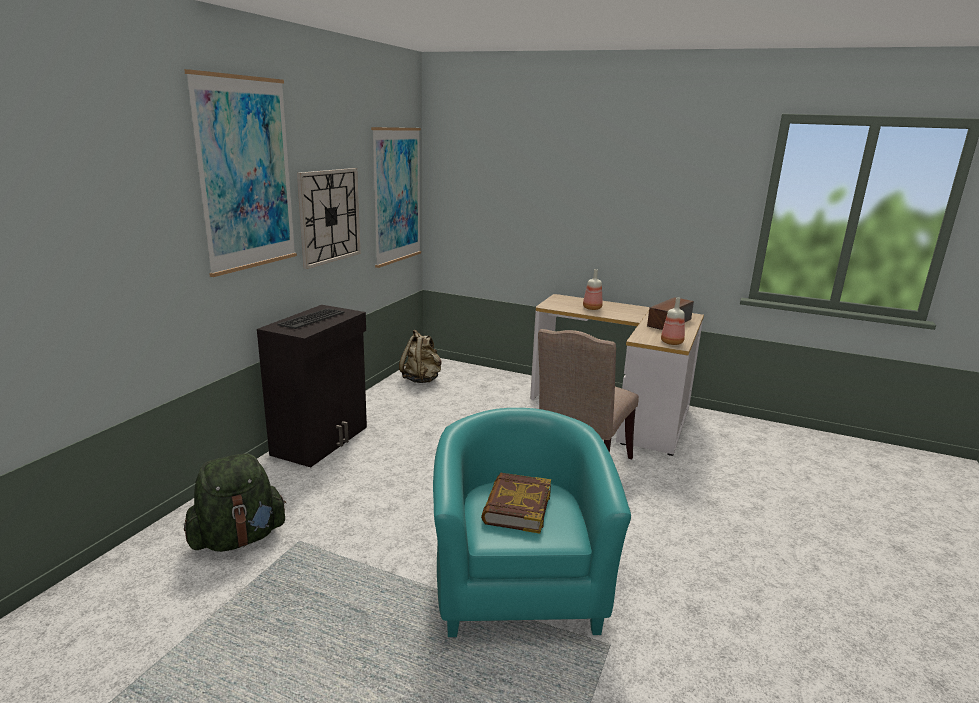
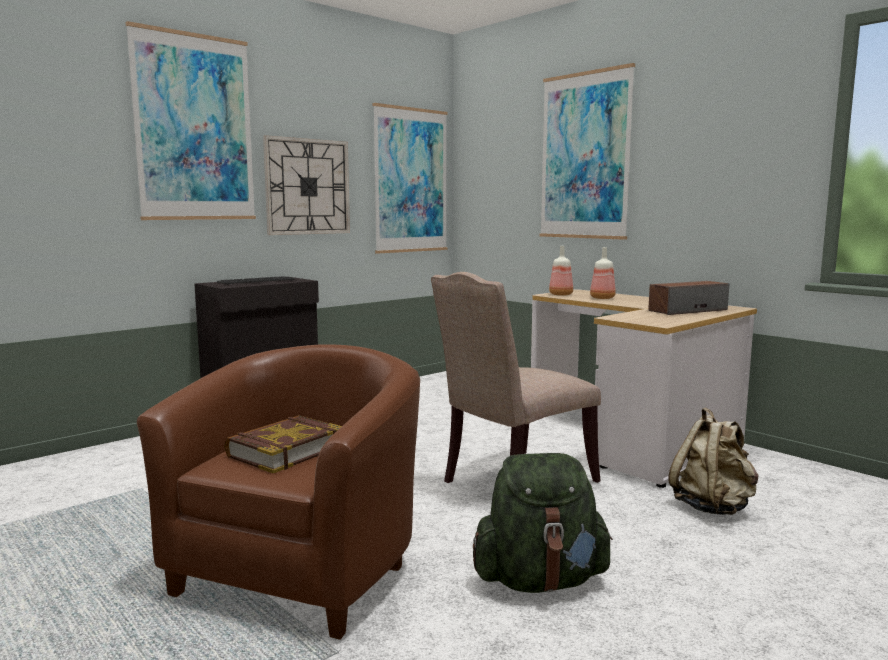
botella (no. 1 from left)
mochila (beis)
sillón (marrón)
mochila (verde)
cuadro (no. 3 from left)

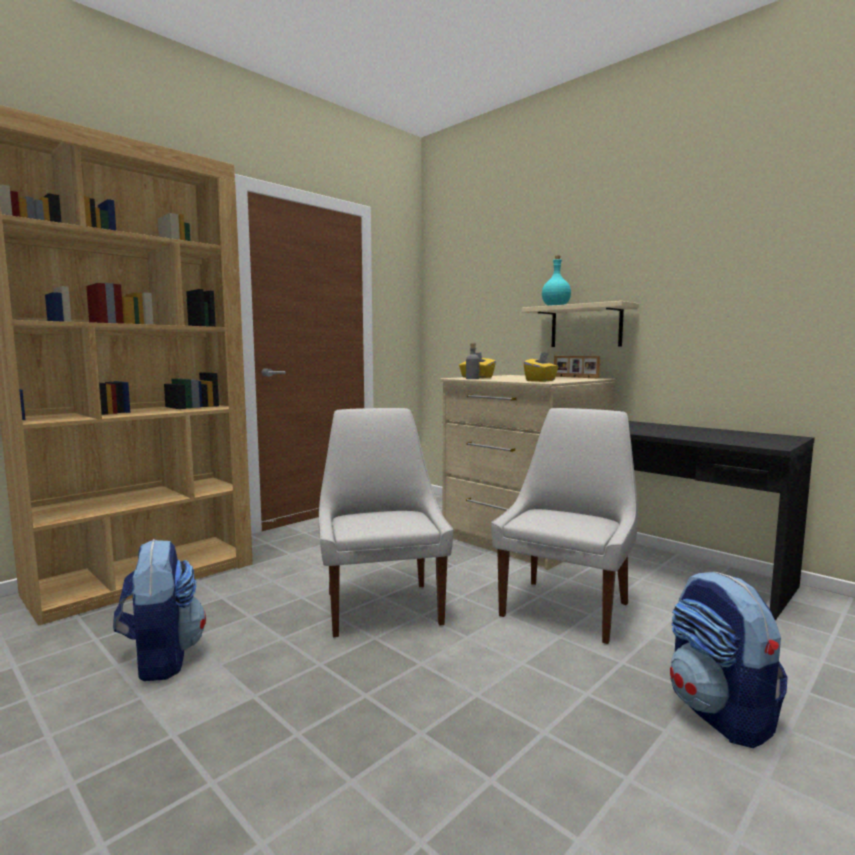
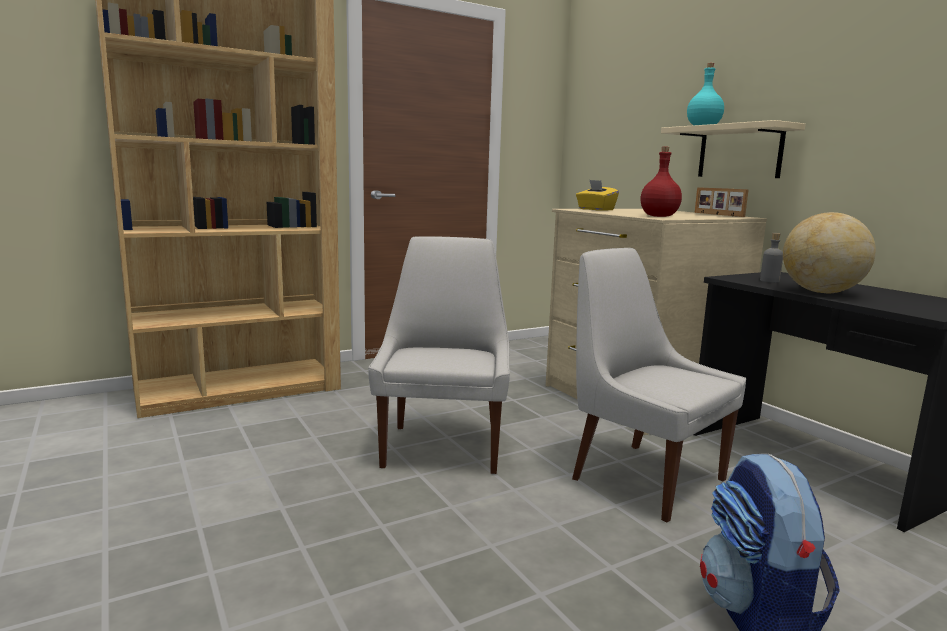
botella (gris)
botella (rojo)
silla (blanco) (no. 2 from left)
mochila (no. 1 from left in the first image)
globo terráqueo

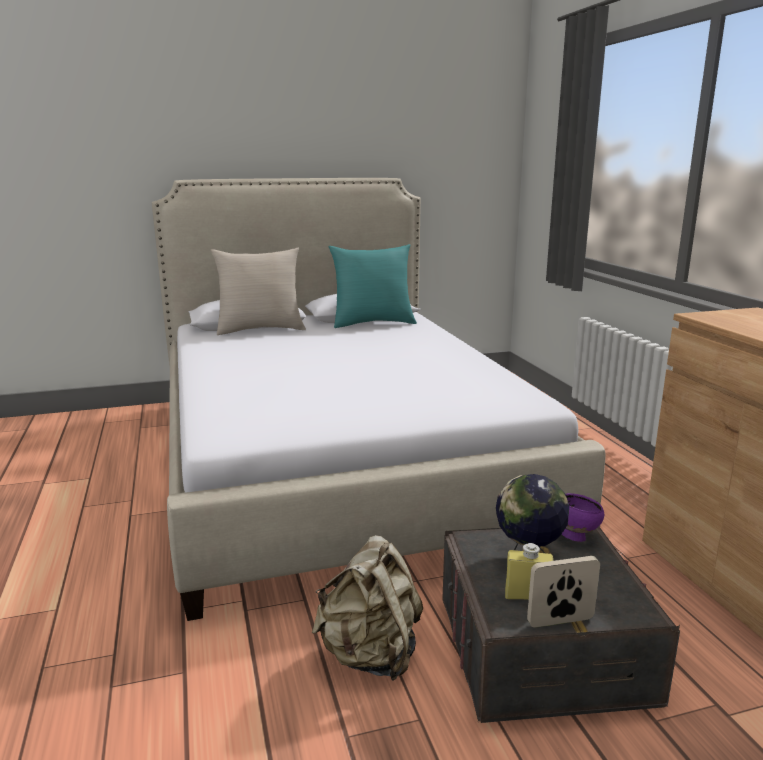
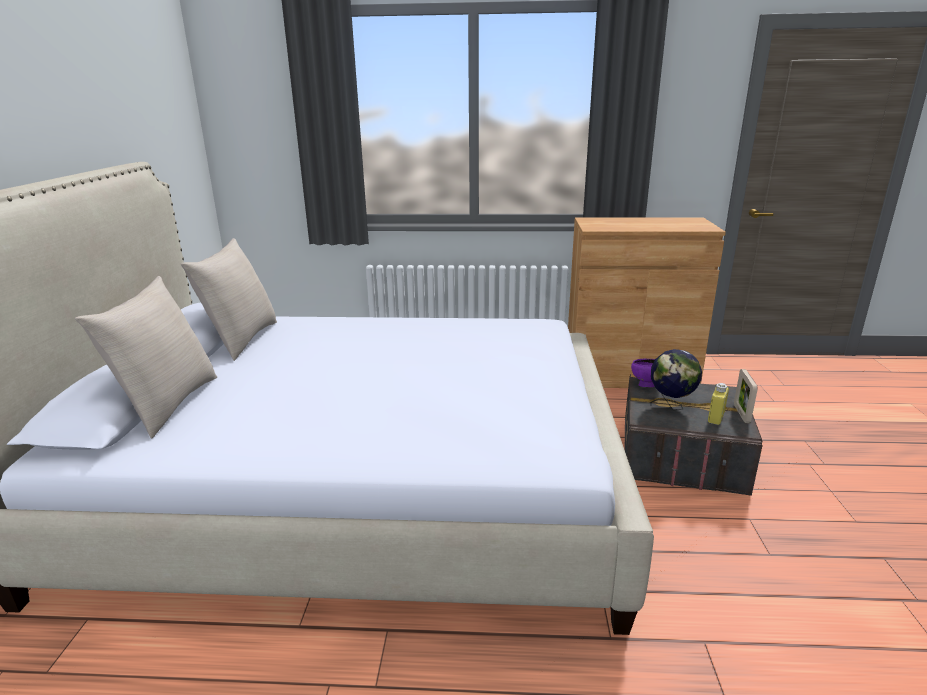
cojín (beis) (no. 2 from left)
mochila (beis)

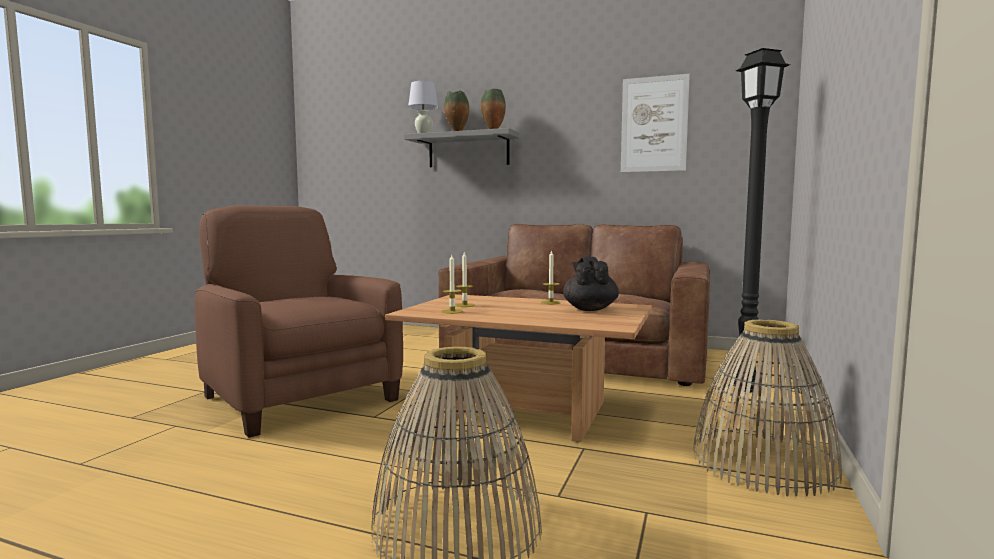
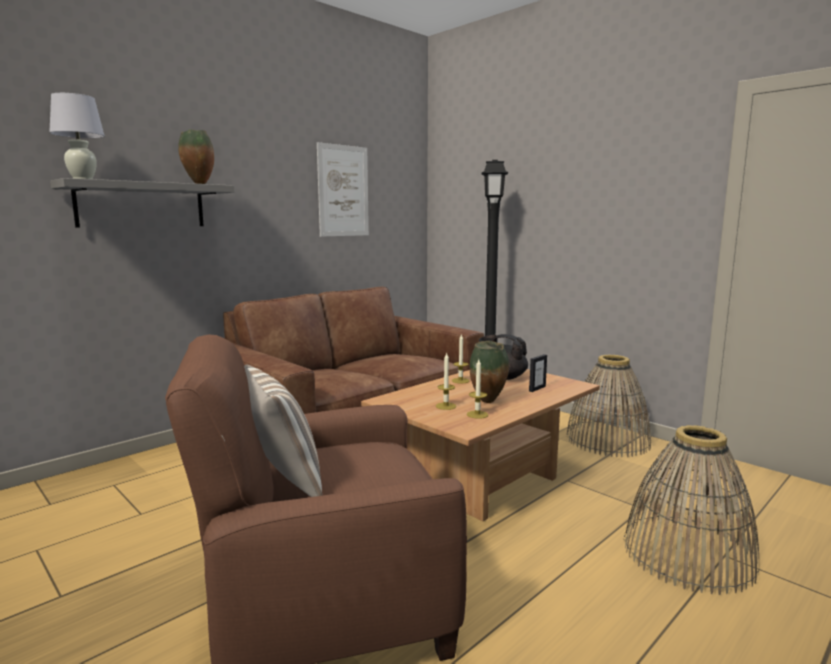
florero (no. 2 from left)
portarretratos
cojín

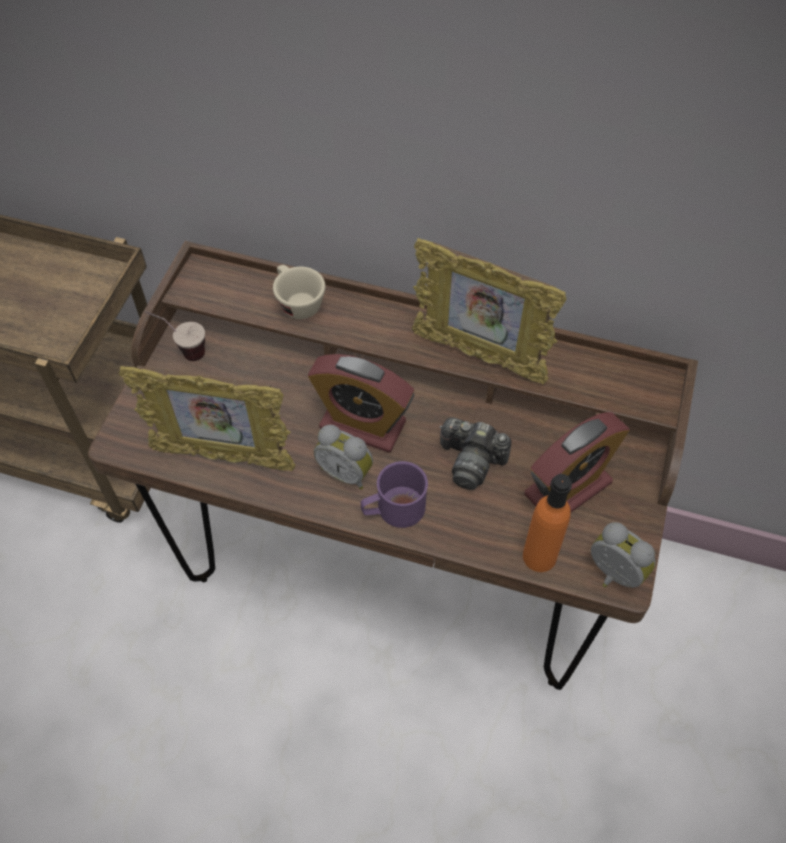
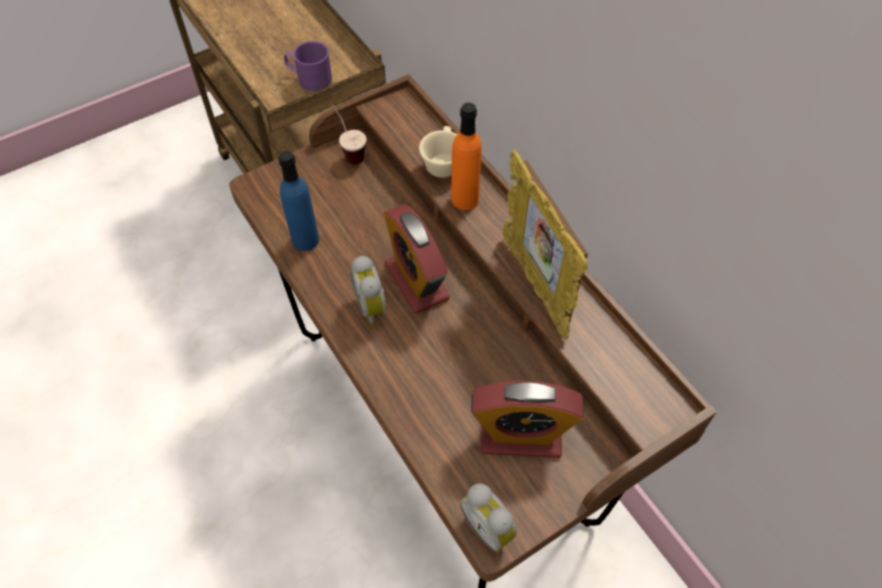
botella (azul)
cámara
taza grande (morado)
botella (naranja)
despertador (no. 3 from left)

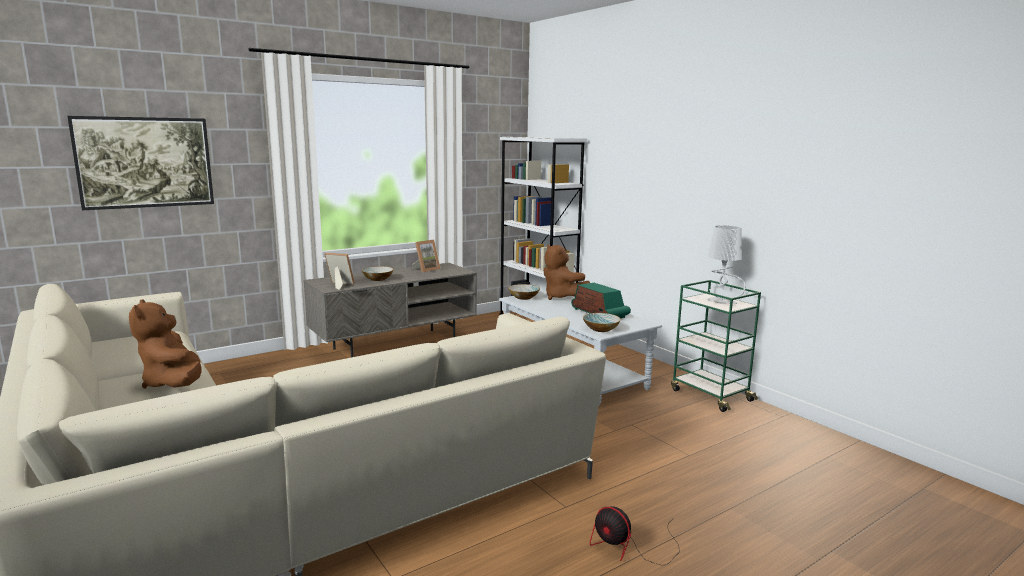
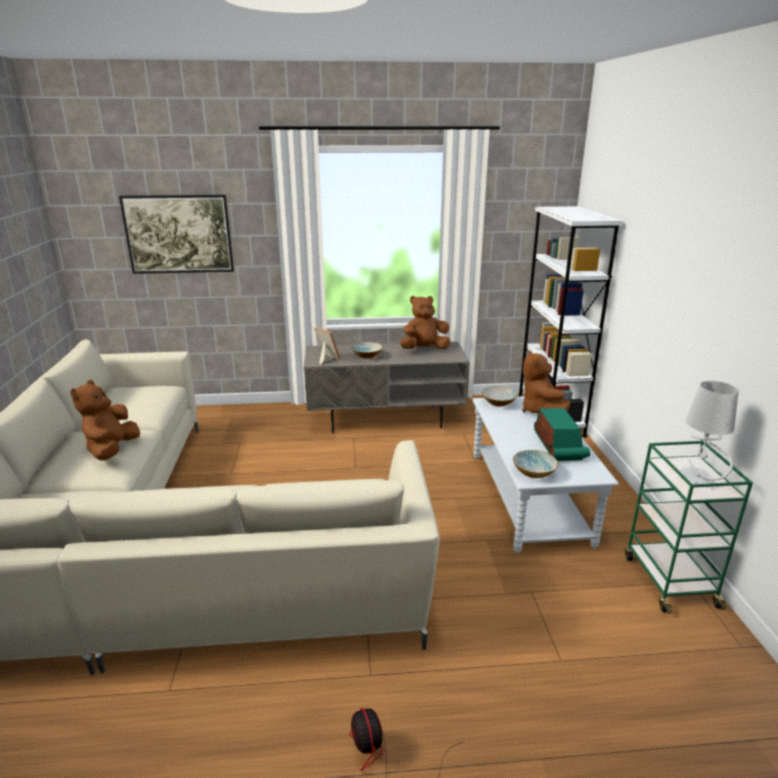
peluche (marrón) (no. 2 from left)

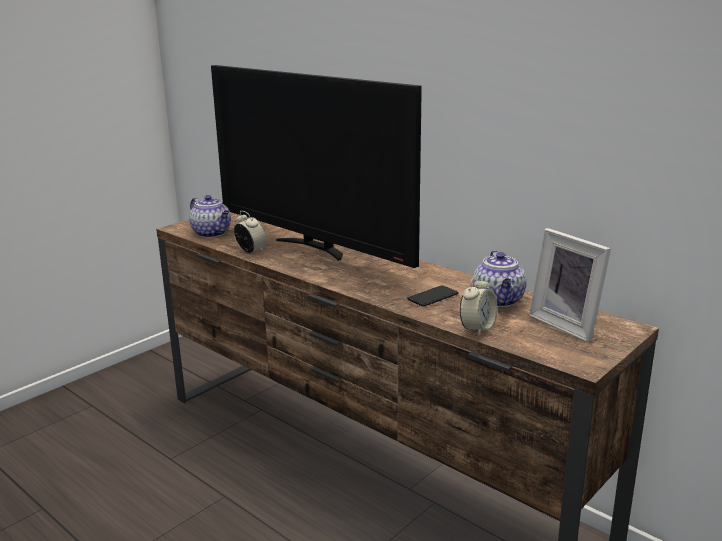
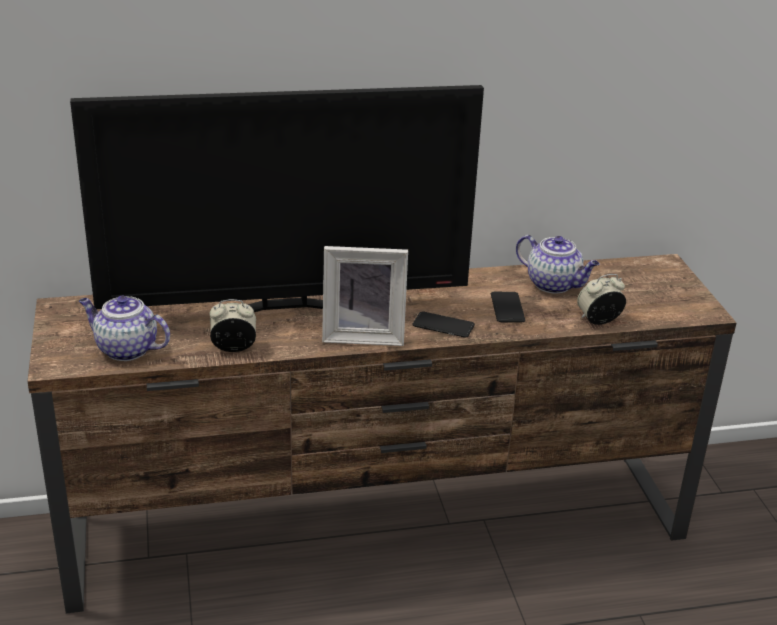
tetera (no. 1 from left)
portarretratos
despertador (no. 2 from left)
móvil (no. 1 from left)

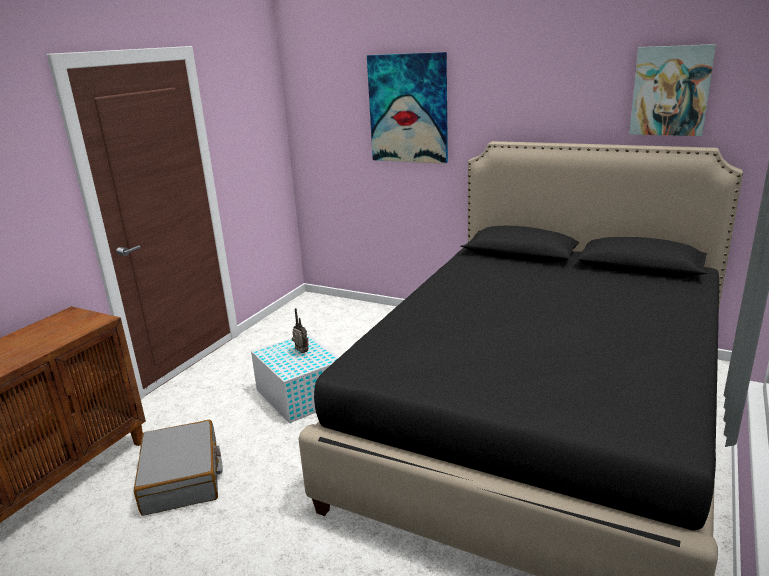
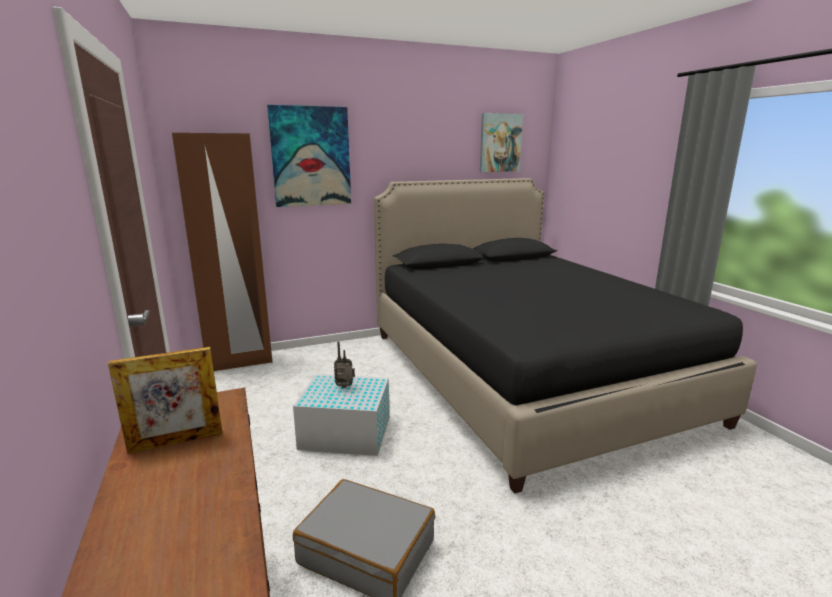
armario ropero (marrón)
portarretratos

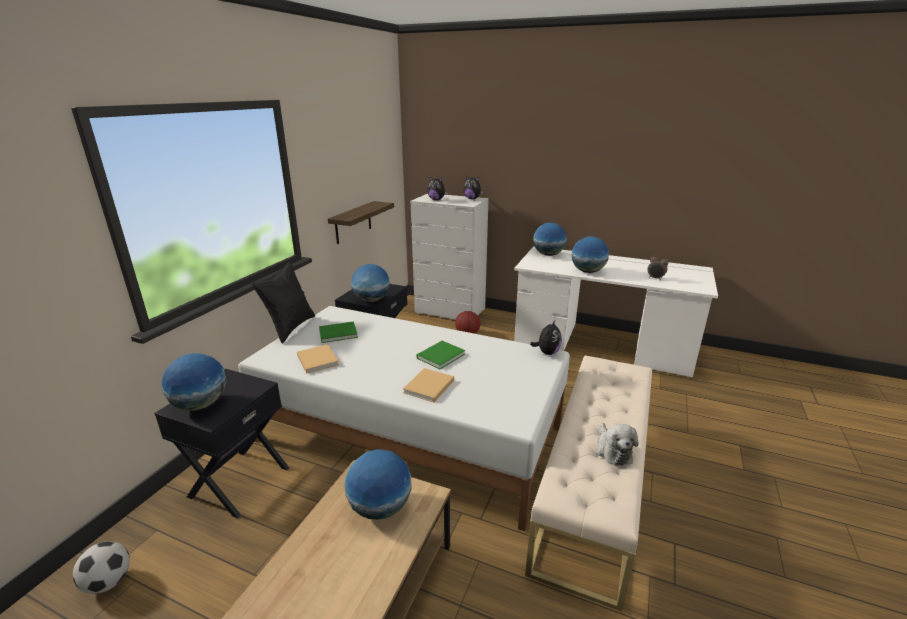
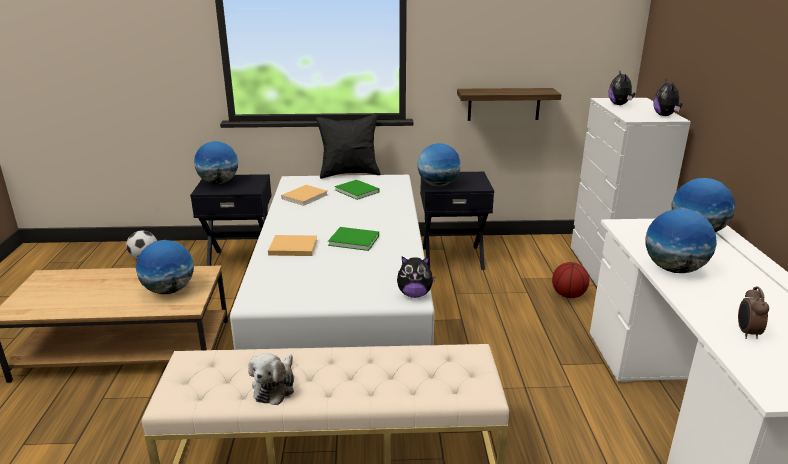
peluche (no. 1 from left)

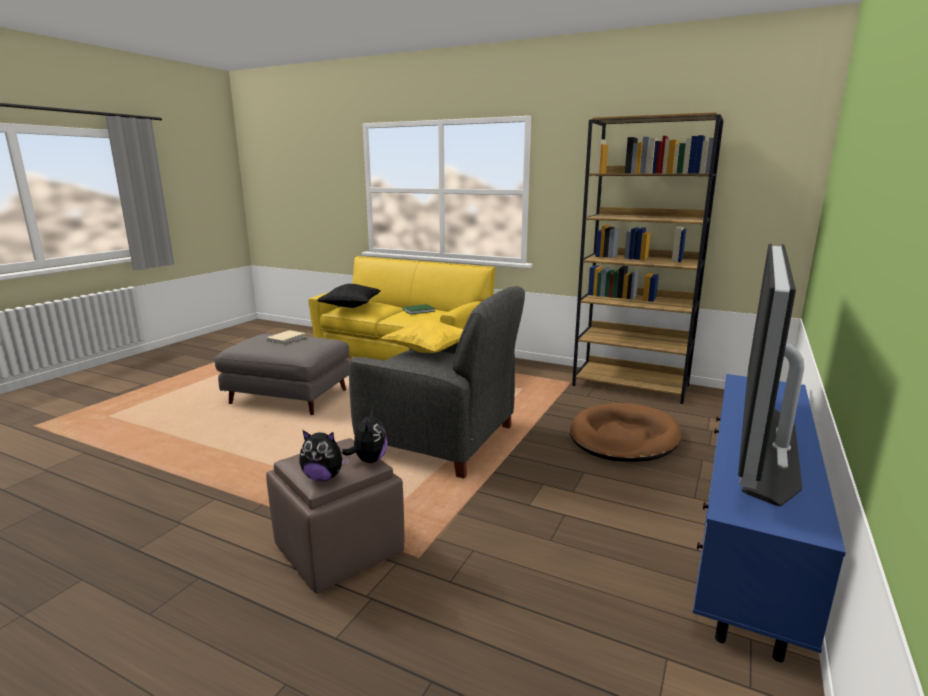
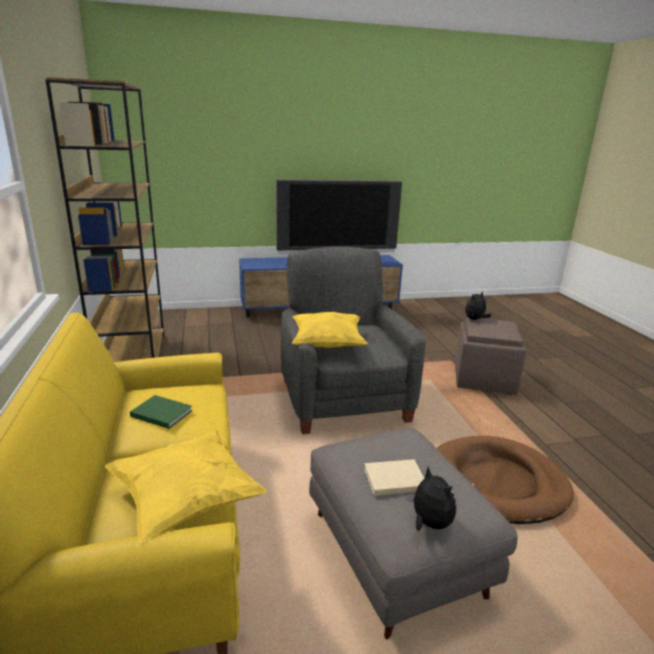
cojín (amarillo) (no. 1 from left)
cama para perro (marrón)
peluche (no. 1 from left)

